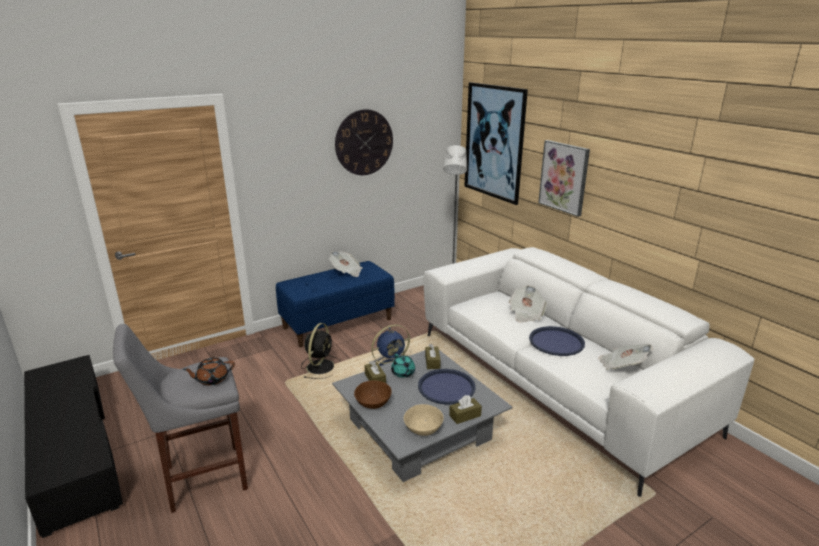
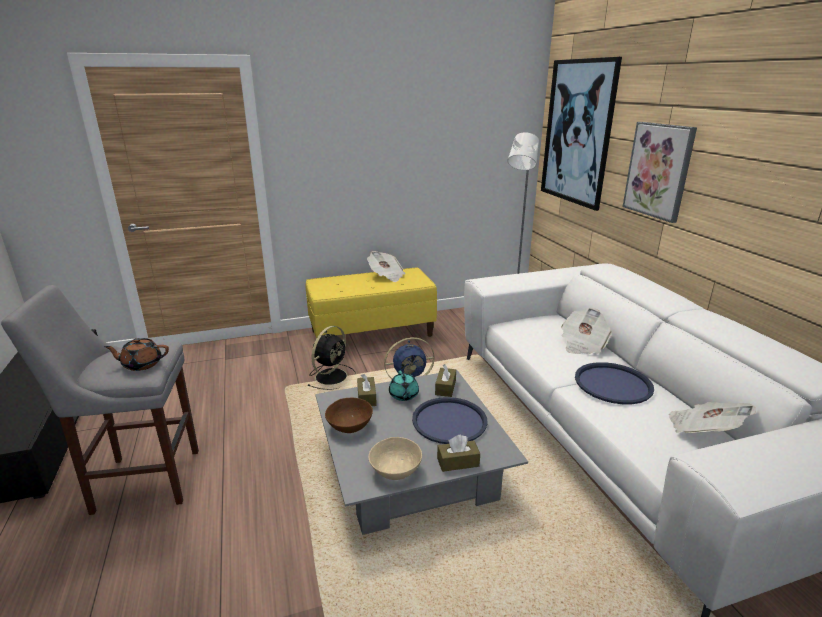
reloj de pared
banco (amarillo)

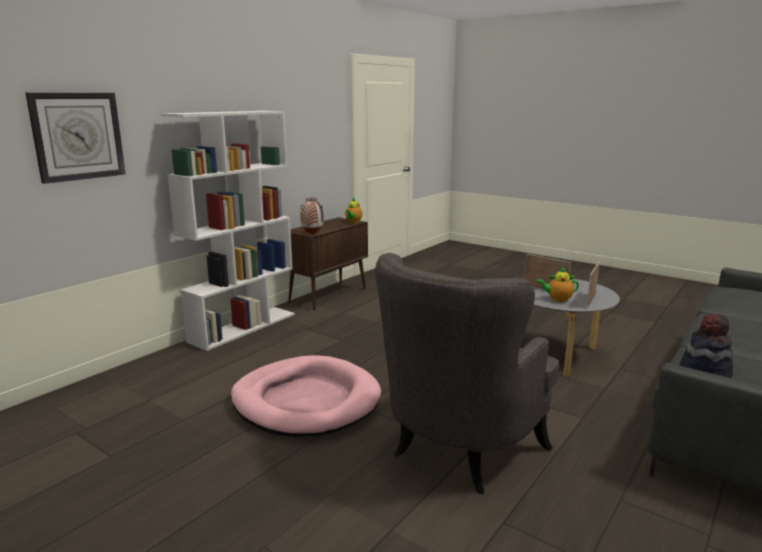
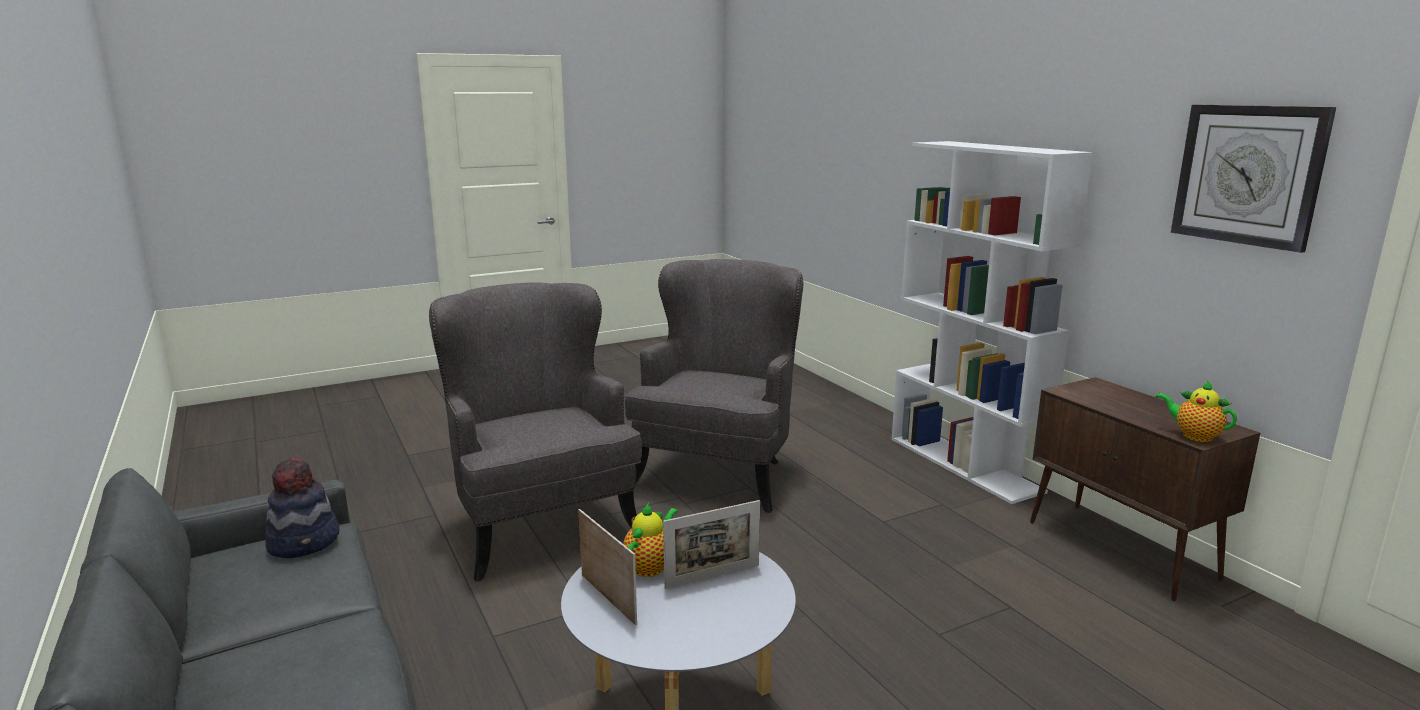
reloj de pared
florero
sillón (gris) (no. 2 from left)

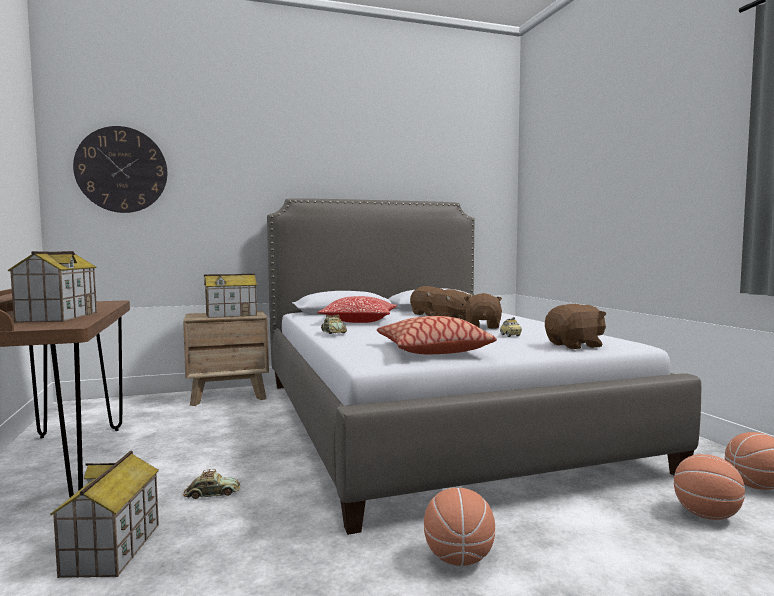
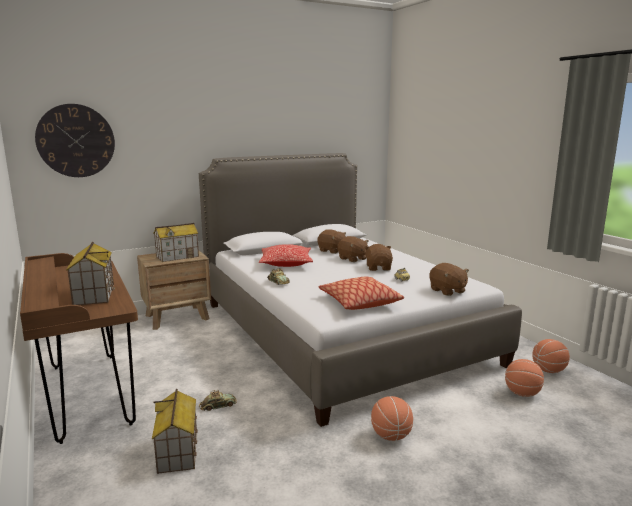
peluche (marrón) (no. 4 from left)

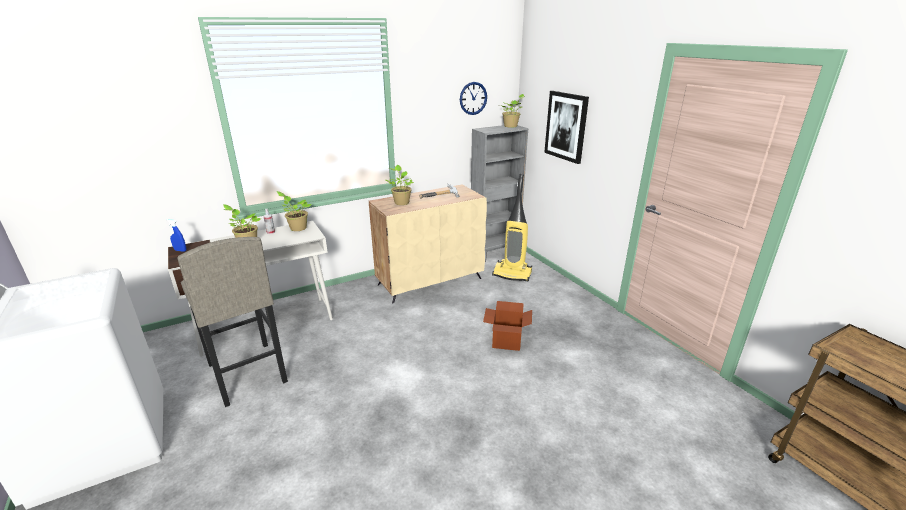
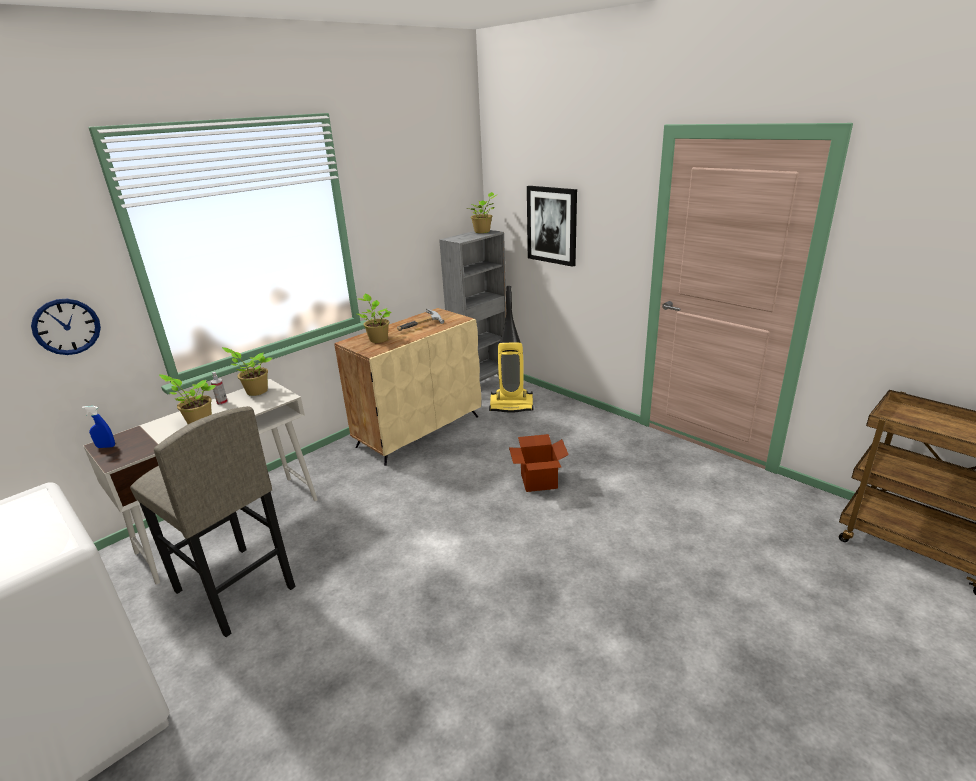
reloj de pared

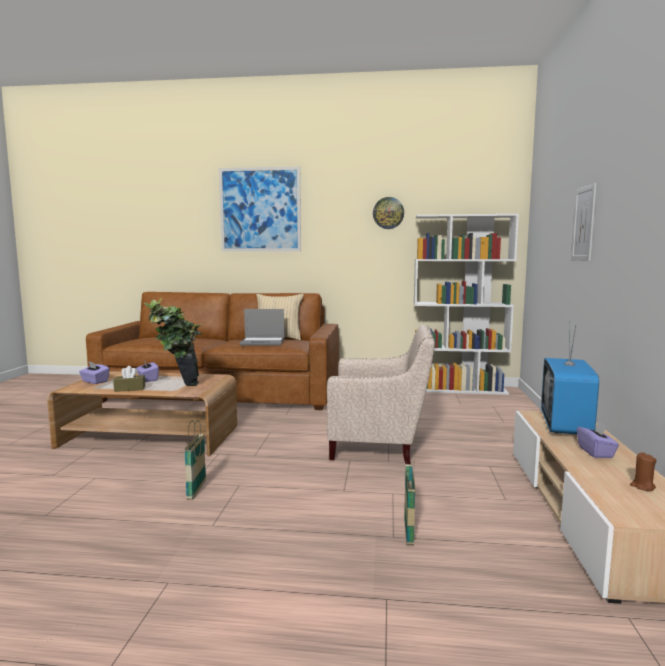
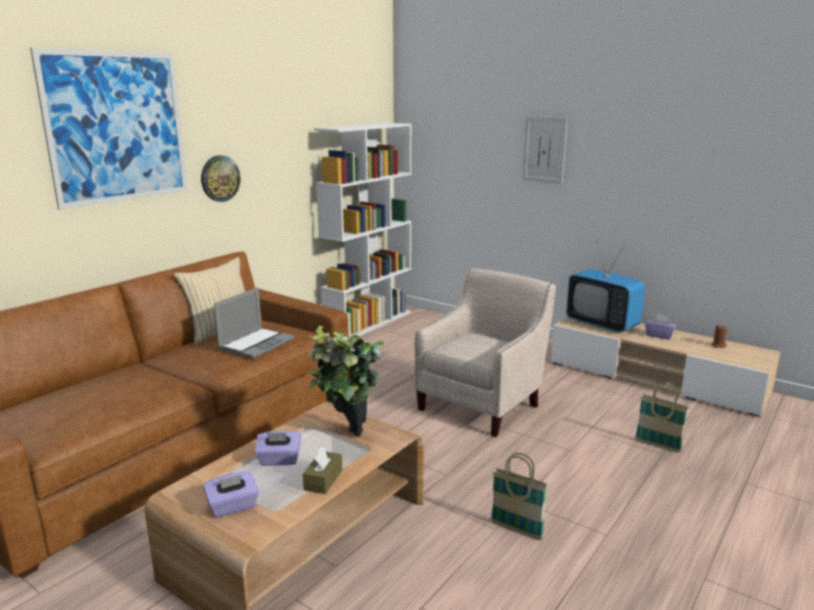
reloj de pared

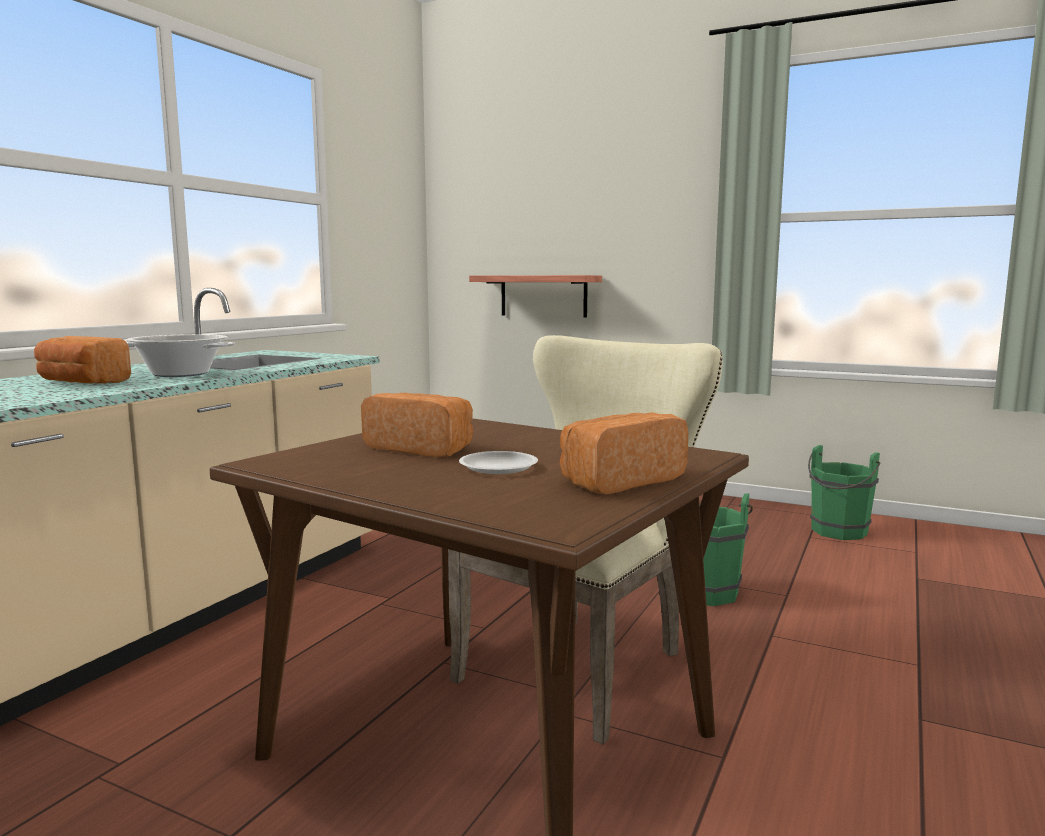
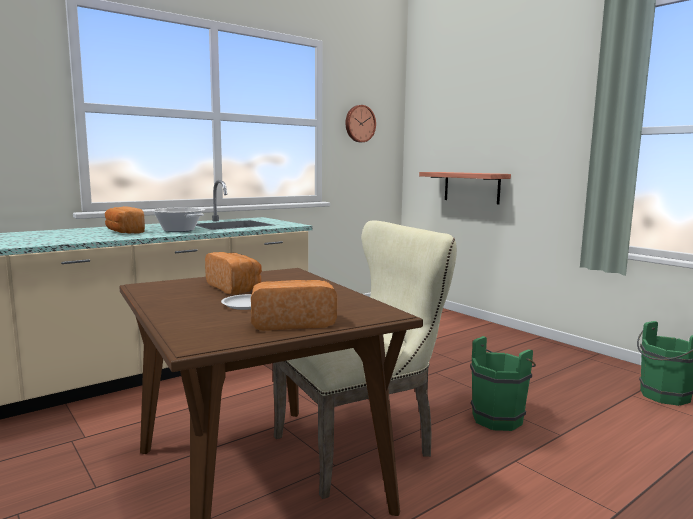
reloj de pared

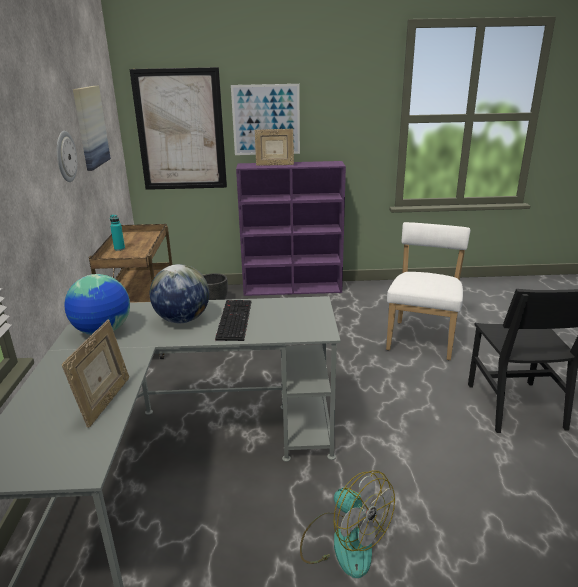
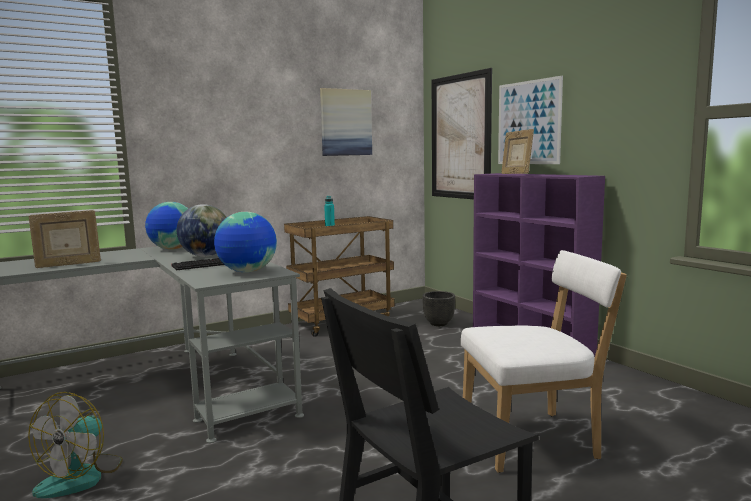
reloj de pared
globo terráqueo (no. 3 from left)

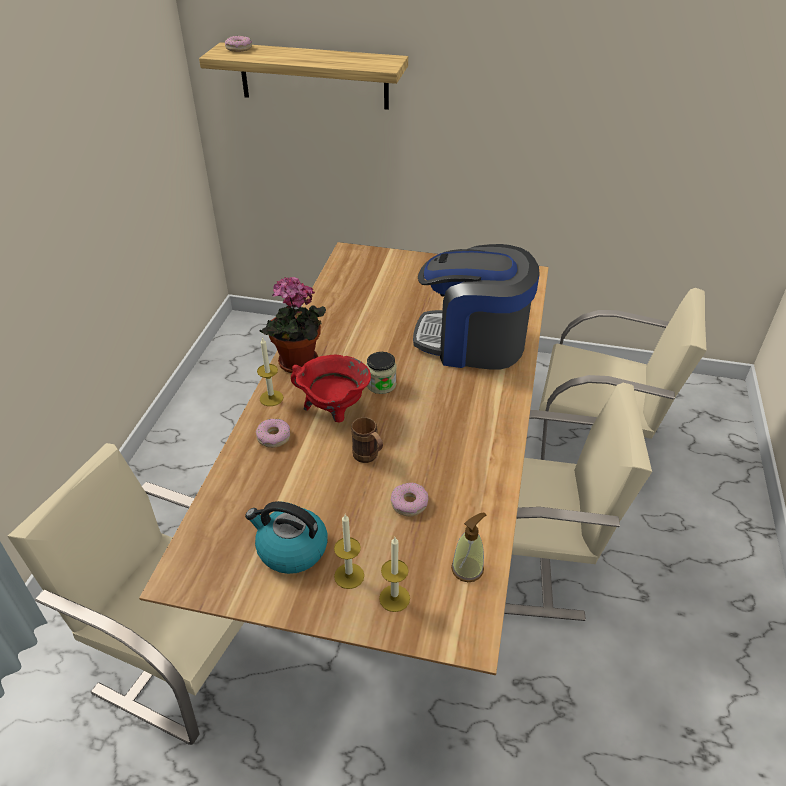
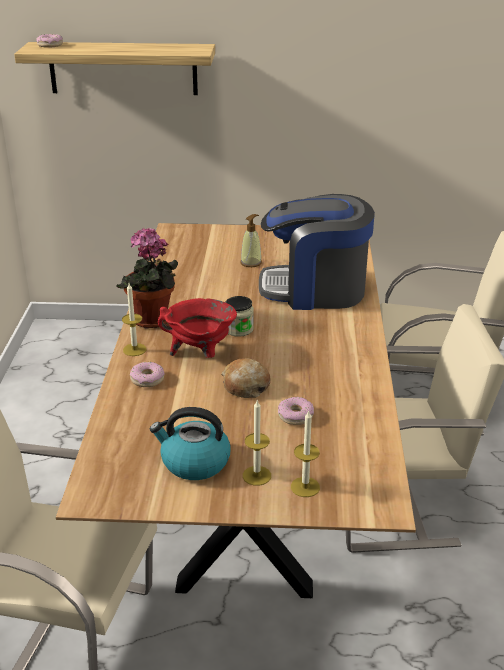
pan
dispensador de jabón

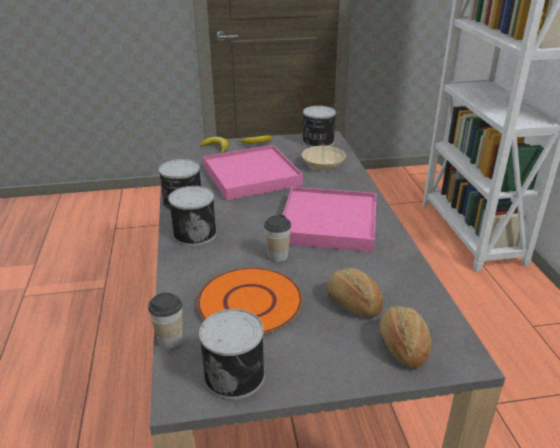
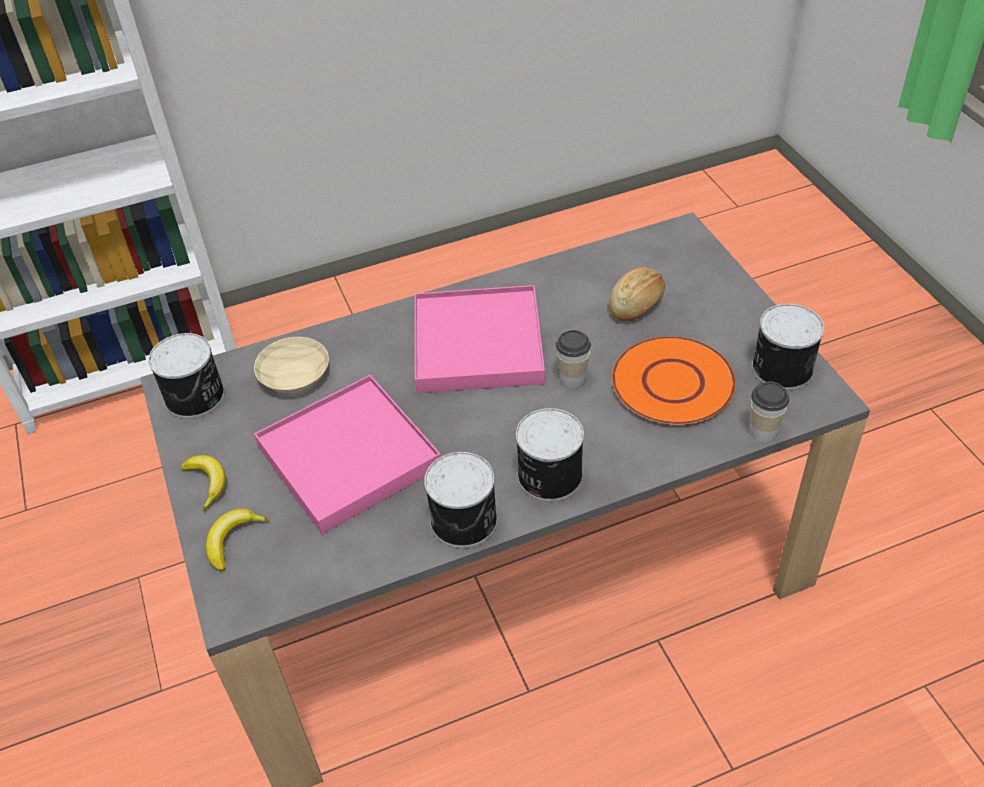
pan (no. 2 from left in the first image)

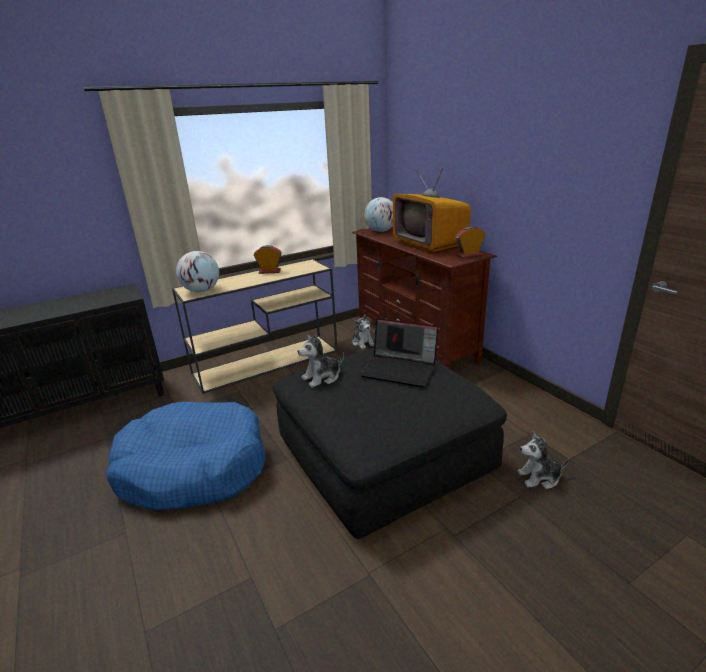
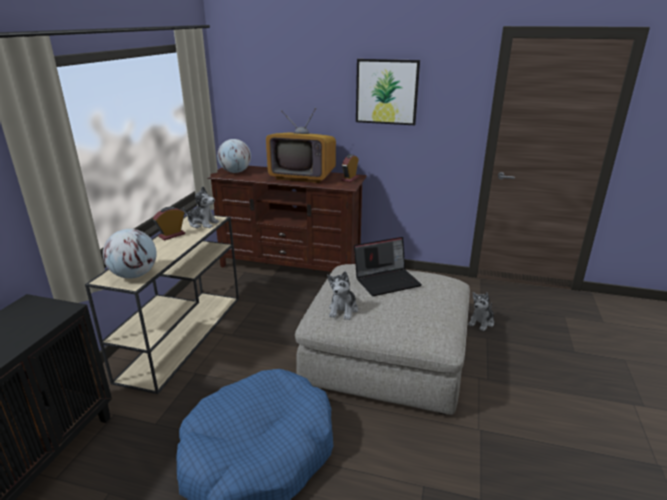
peluche (no. 1 from left)
puf (beis)
cuadro

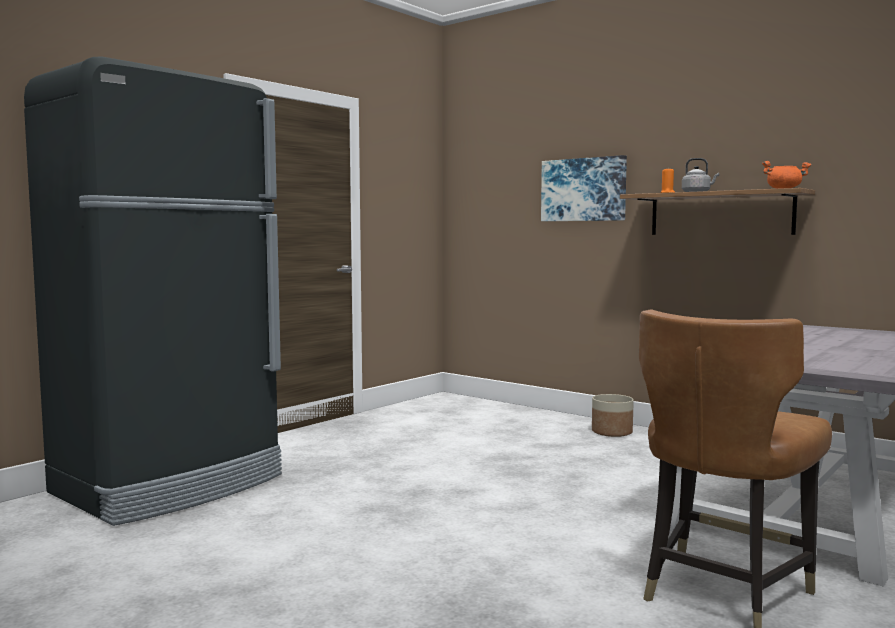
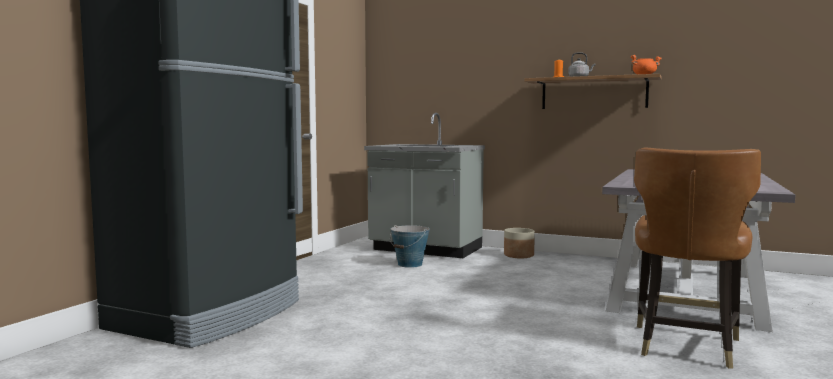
cuadro
mueble bajo de cocina (gris)
cubo

